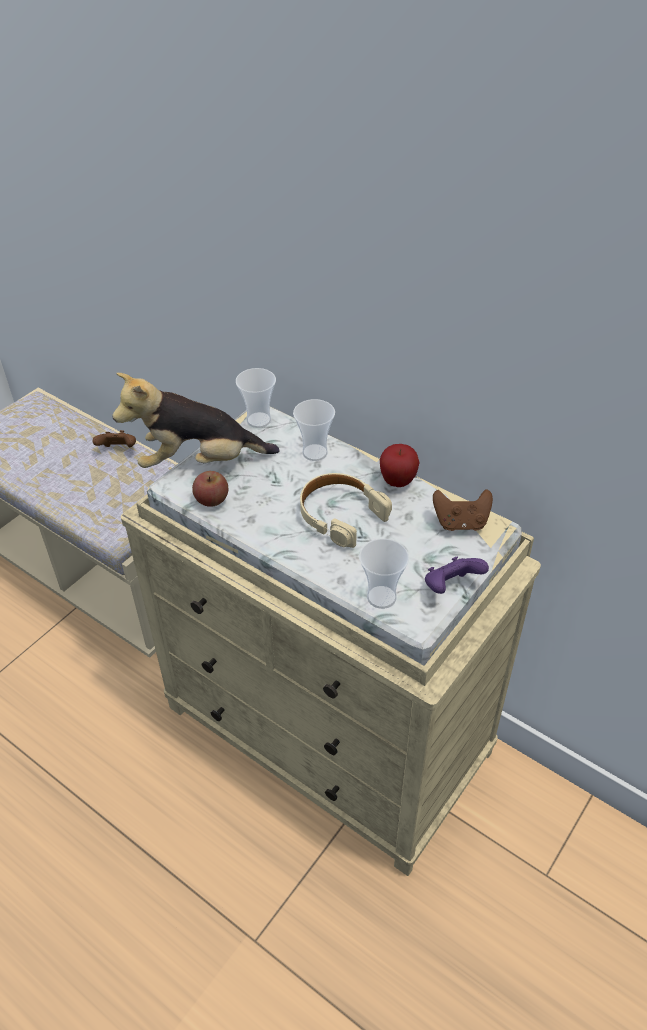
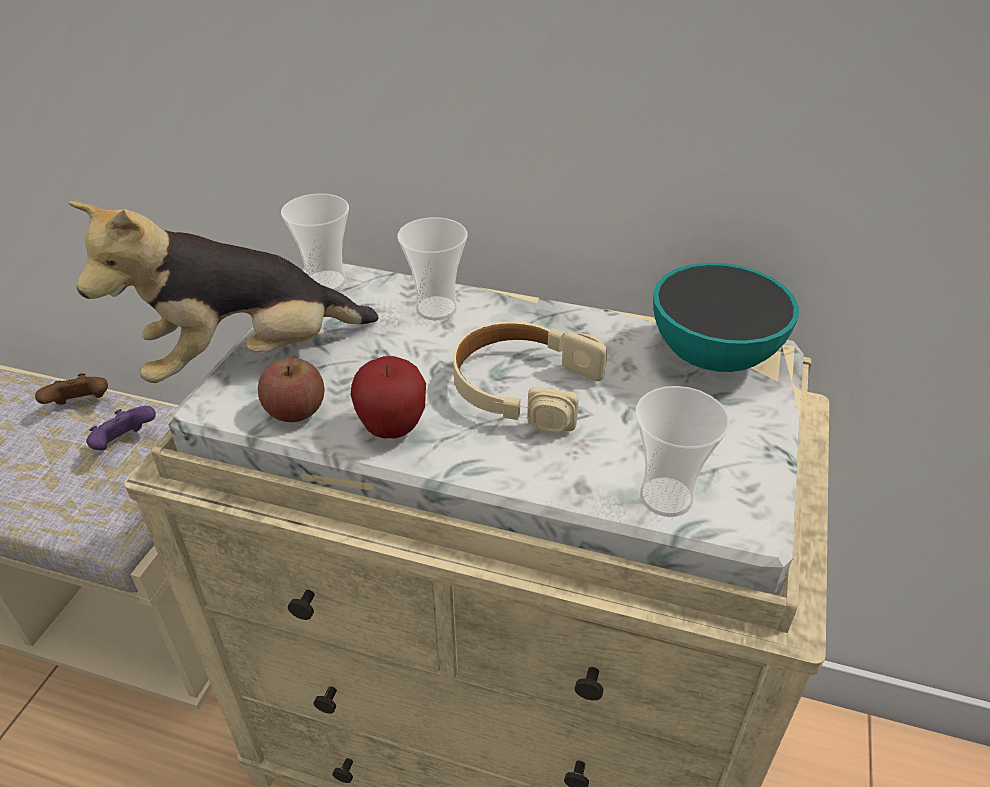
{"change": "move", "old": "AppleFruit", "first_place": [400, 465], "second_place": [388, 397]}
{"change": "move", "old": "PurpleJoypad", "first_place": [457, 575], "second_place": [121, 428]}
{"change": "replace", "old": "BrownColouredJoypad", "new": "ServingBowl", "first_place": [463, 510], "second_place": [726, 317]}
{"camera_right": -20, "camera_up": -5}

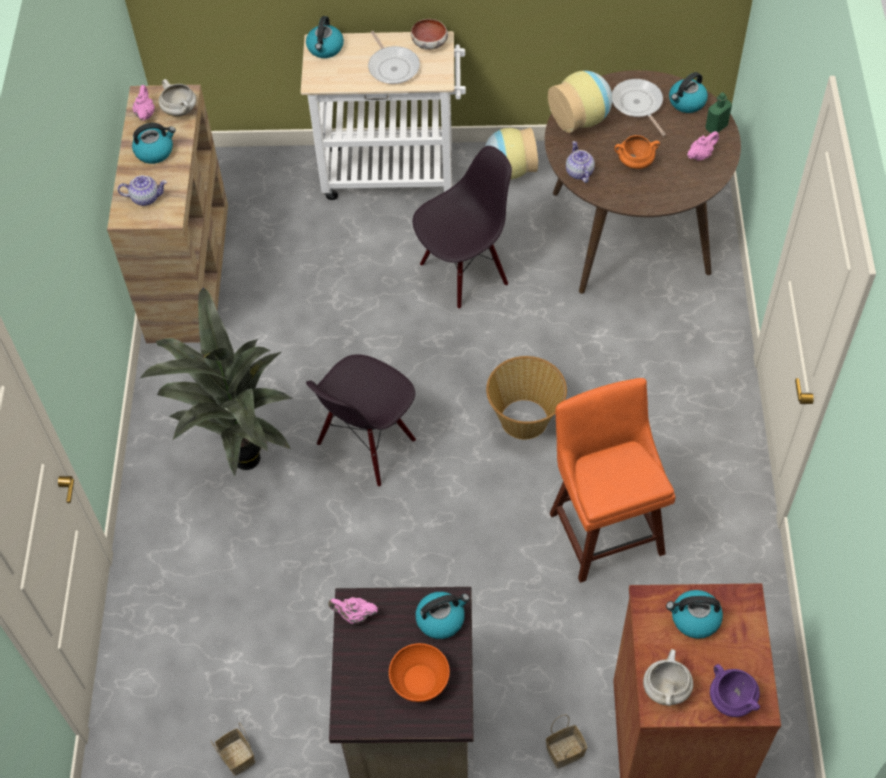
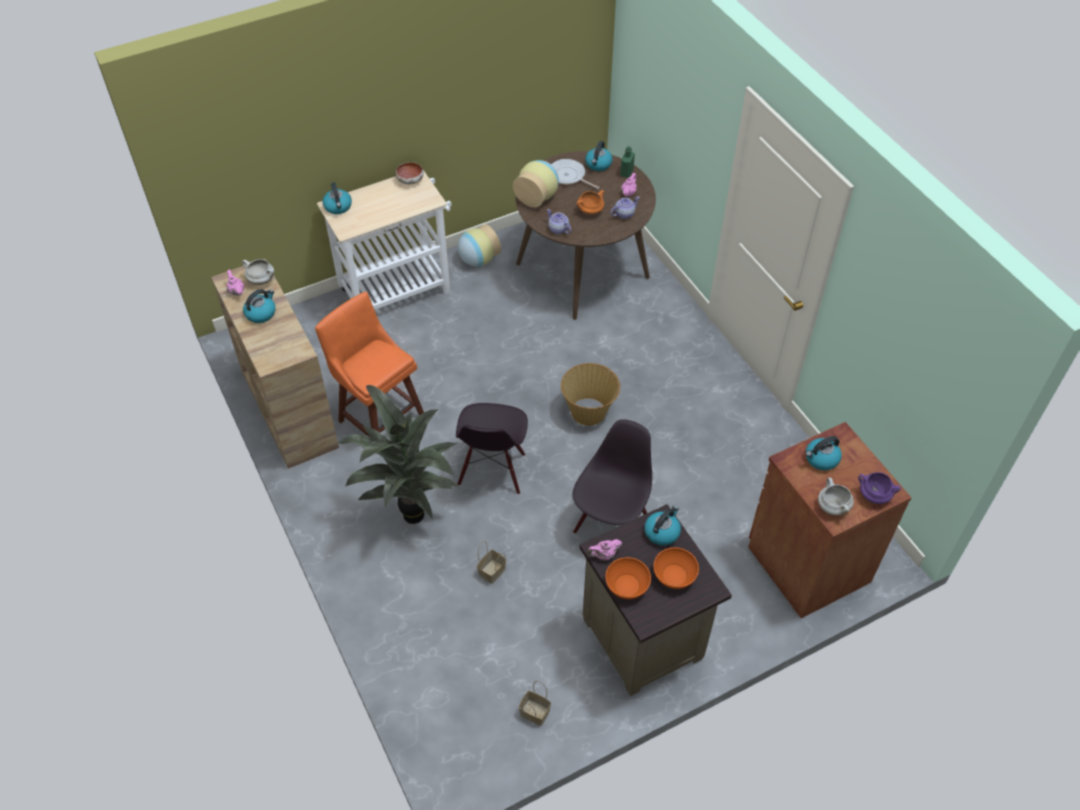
{"change": "delete", "old": "FryingPan", "first_place": [394, 57]}
{"change": "insert", "new": "OrangeyServingBowl", "second_place": [628, 578]}
{"change": "move", "old": "Teapot", "first_place": [142, 190], "second_place": [625, 207]}
{"change": "move", "old": "BlackishPlainChair", "first_place": [462, 227], "second_place": [612, 476]}
{"change": "move", "old": "StorageBasket", "first_place": [566, 742], "second_place": [491, 562]}
{"change": "move", "old": "OrangeyPlainChair", "first_place": [613, 480], "second_place": [369, 364]}
{"camera_right": -30, "camera_up": -5}

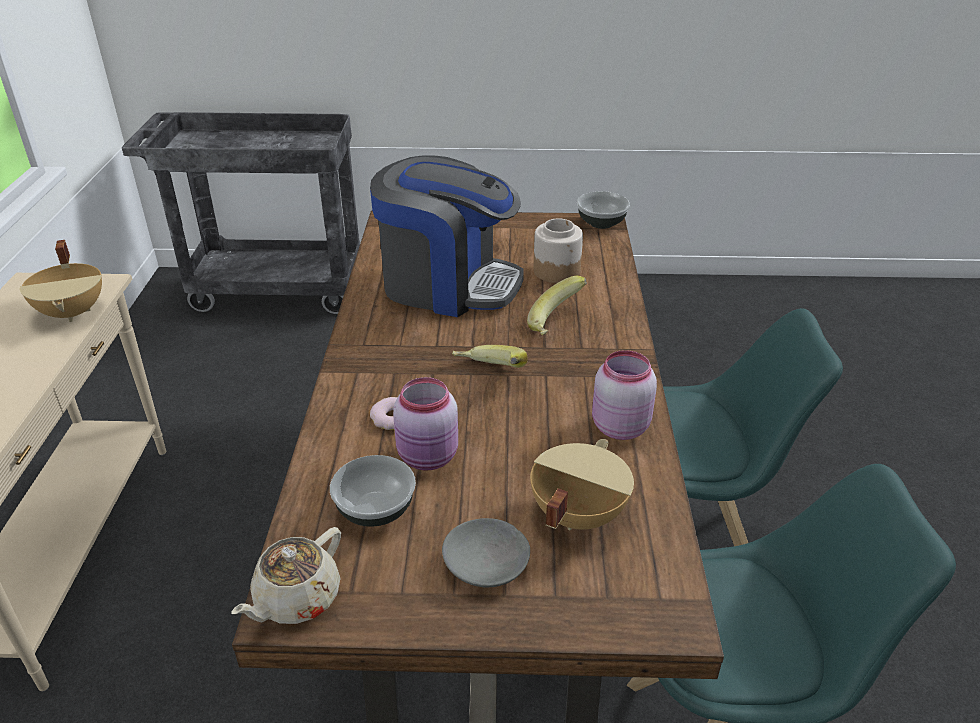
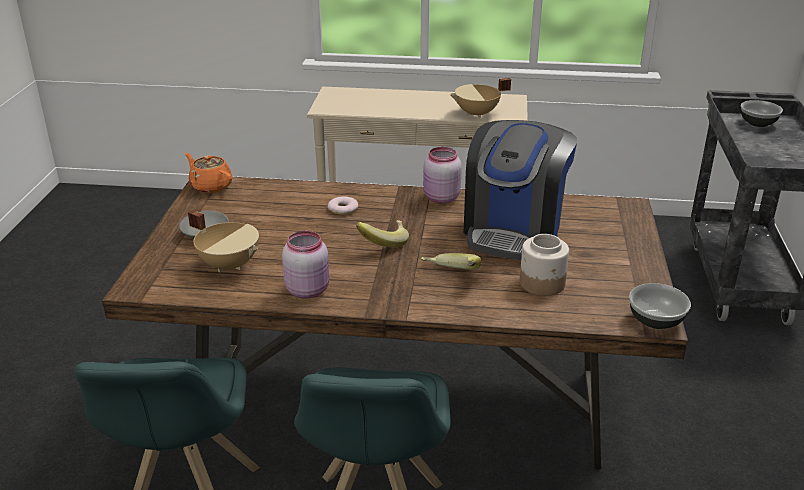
{"change": "move", "old": "ServingBowl", "first_place": [373, 491], "second_place": [762, 113]}
{"change": "move", "old": "PinkishStorageJar", "first_place": [425, 423], "second_place": [442, 175]}
{"change": "recolor", "old": "SandColouredTeapot", "new": "OrangeyTeapot", "first_place": [286, 575], "second_place": [208, 173]}
{"camera_right": 95, "camera_up": -5}

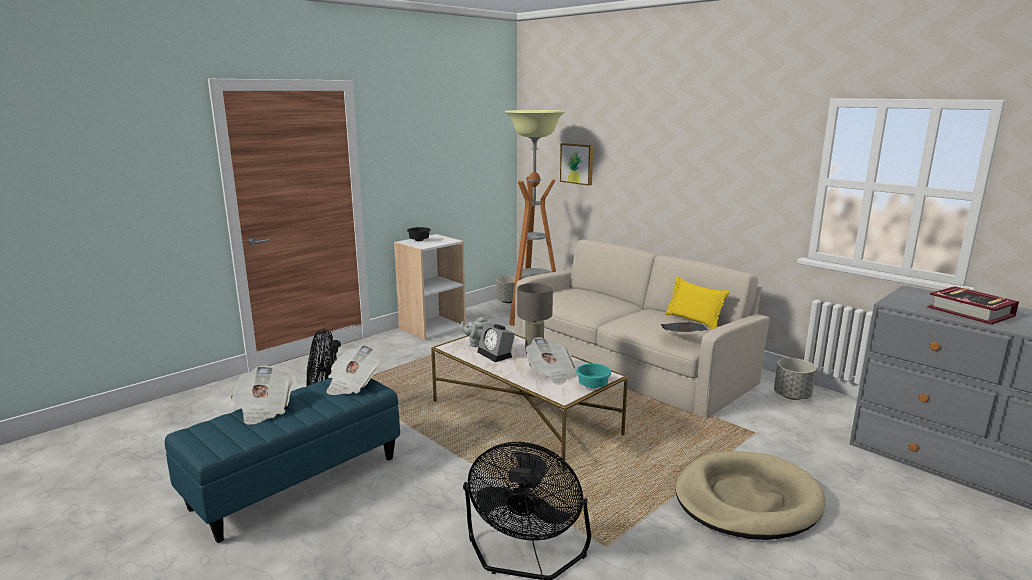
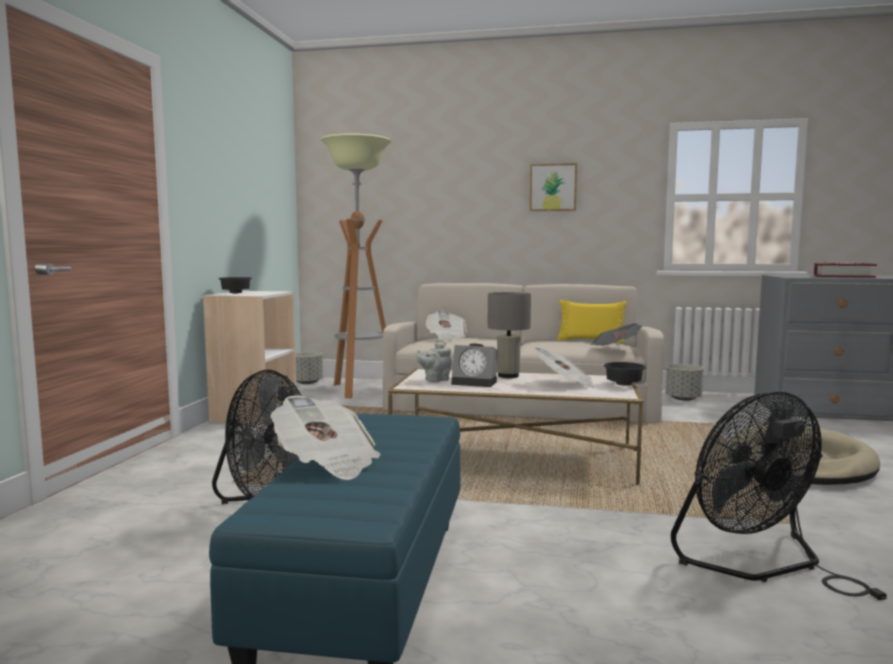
{"change": "move", "old": "DailyPaper", "first_place": [353, 370], "second_place": [445, 326]}
{"change": "move", "old": "WallArt", "first_place": [576, 164], "second_place": [553, 187]}
{"change": "recolor", "old": "BlueGreenServingBowl", "new": "BlackishServingBowl", "first_place": [593, 376], "second_place": [625, 374]}
{"camera_right": -35, "camera_up": -10}

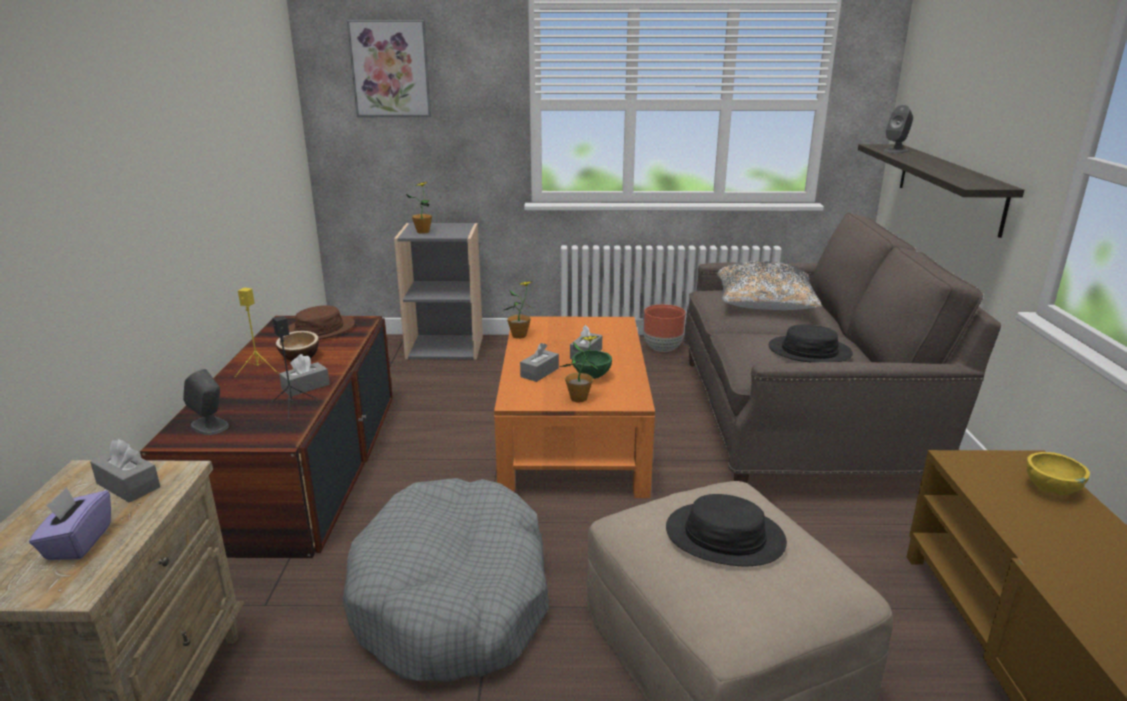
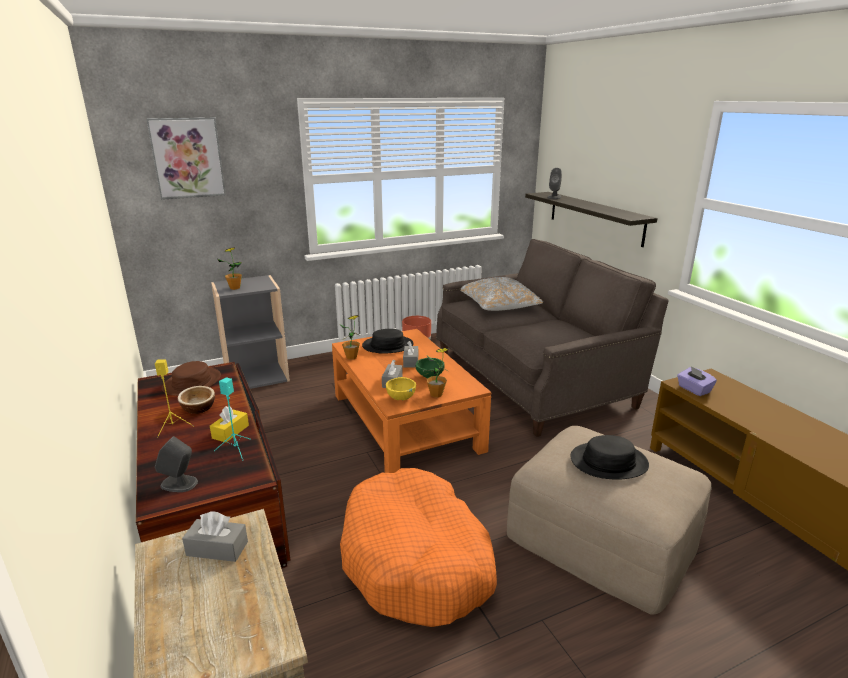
{"change": "move", "old": "PurpleBoxOfTissues", "first_place": [70, 523], "second_place": [697, 381]}
{"change": "move", "old": "BlackishWearableHat", "first_place": [811, 343], "second_place": [388, 341]}
{"change": "move", "old": "YellowColouredServingBowl", "first_place": [1058, 473], "second_place": [401, 388]}
{"change": "recolor", "old": "BlackishSpeaker", "new": "BlueGreenSpeaker", "first_place": [294, 367], "second_place": [232, 419]}
{"change": "recolor", "old": "GrayBoxOfTissues", "new": "YellowColouredBoxOfTissues", "first_place": [304, 375], "second_place": [229, 424]}
{"change": "recolor", "old": "GrayDogCushion", "new": "OrangeyDogCushion", "first_place": [445, 580], "second_place": [418, 547]}
{"camera_right": -25, "camera_up": 0}

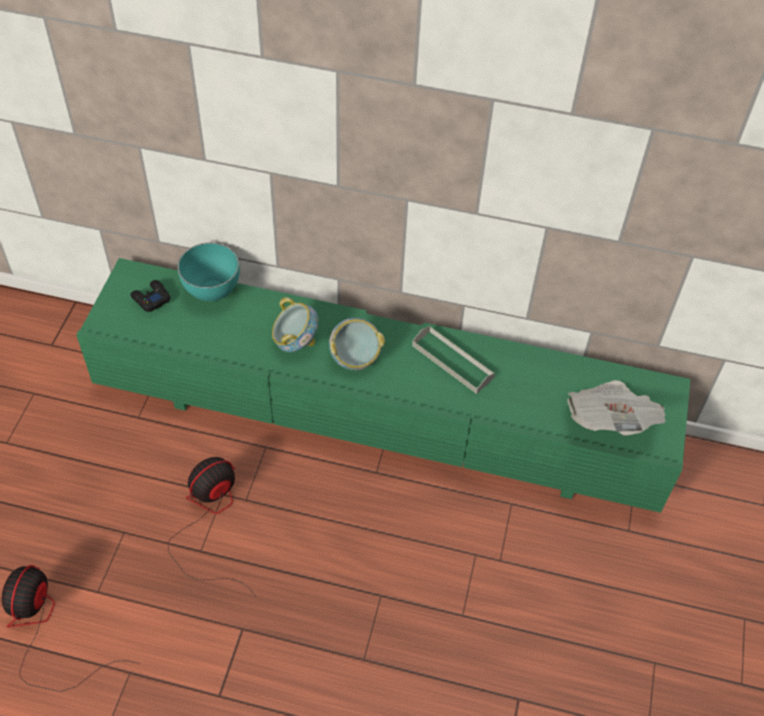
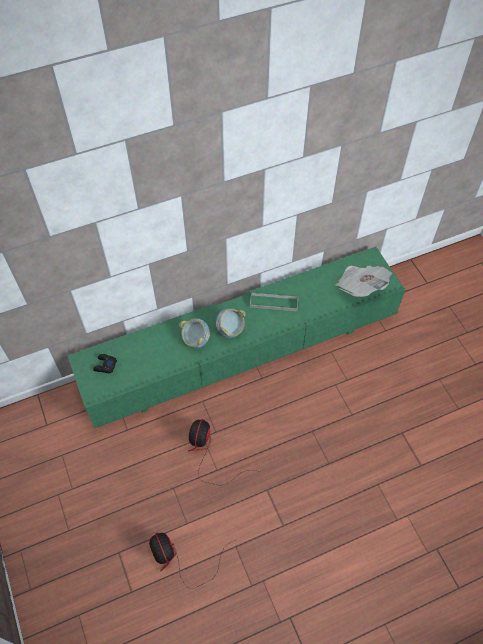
{"change": "delete", "old": "BlueGreenServingBowl", "first_place": [208, 272]}
{"camera_right": -35, "camera_up": 5}

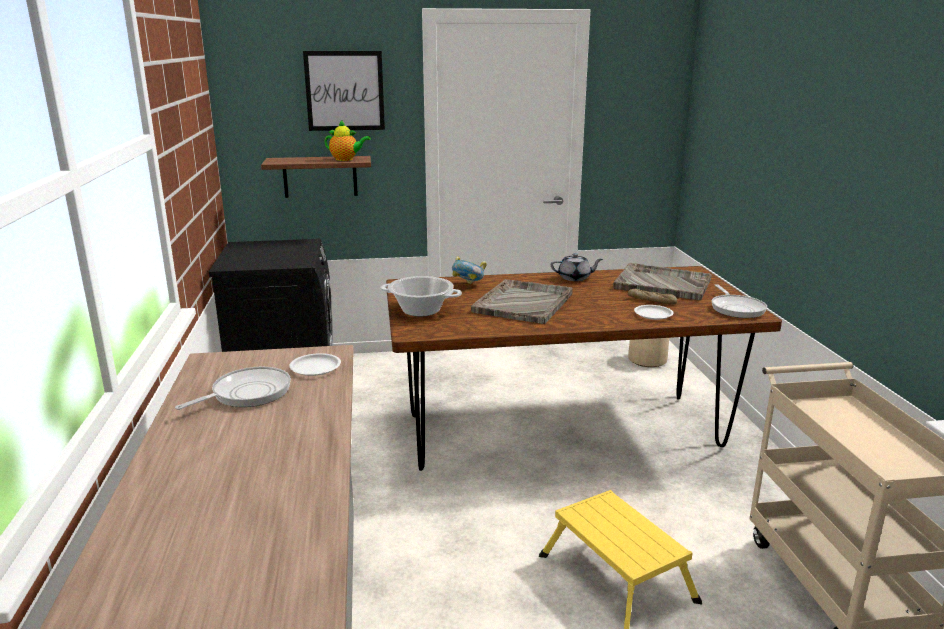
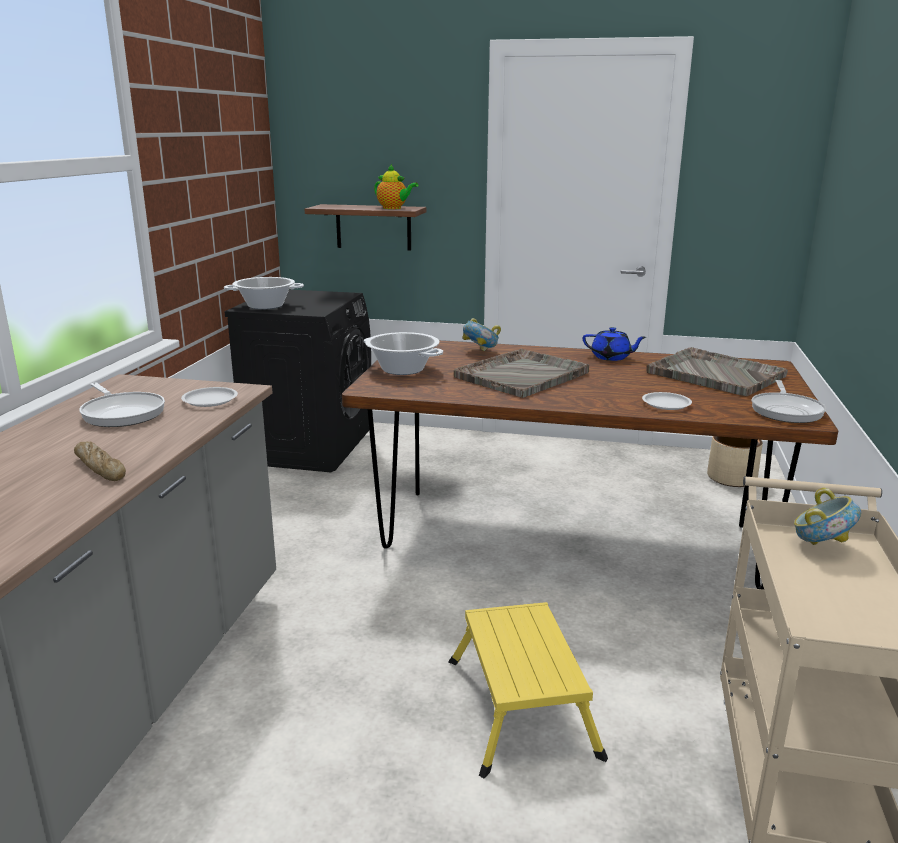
{"change": "delete", "old": "WallArt", "first_place": [344, 91]}
{"change": "insert", "new": "CookingPot", "second_place": [264, 293]}
{"change": "insert", "new": "ServingBowl", "second_place": [827, 516]}
{"change": "move", "old": "BakedBread", "first_place": [652, 296], "second_place": [100, 461]}
{"change": "recolor", "old": "GrayTeapot", "new": "BluishTeapot", "first_place": [577, 267], "second_place": [614, 344]}
{"change": "rotate", "old": "FryingPan", "first_place": [233, 388], "second_place": [122, 405], "degrees": 75}
{"camera_right": 20, "camera_up": 0}

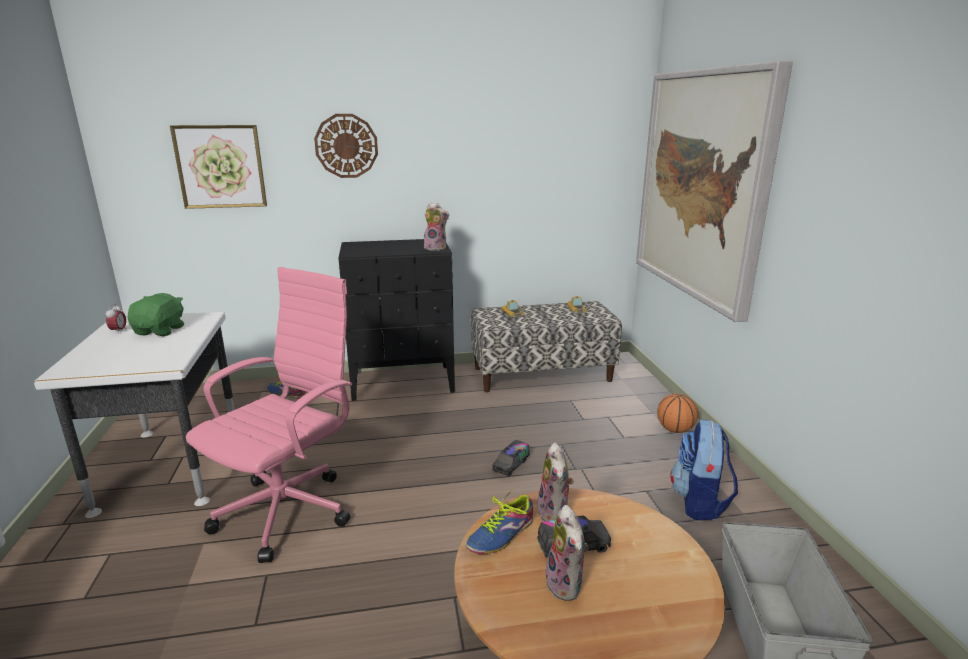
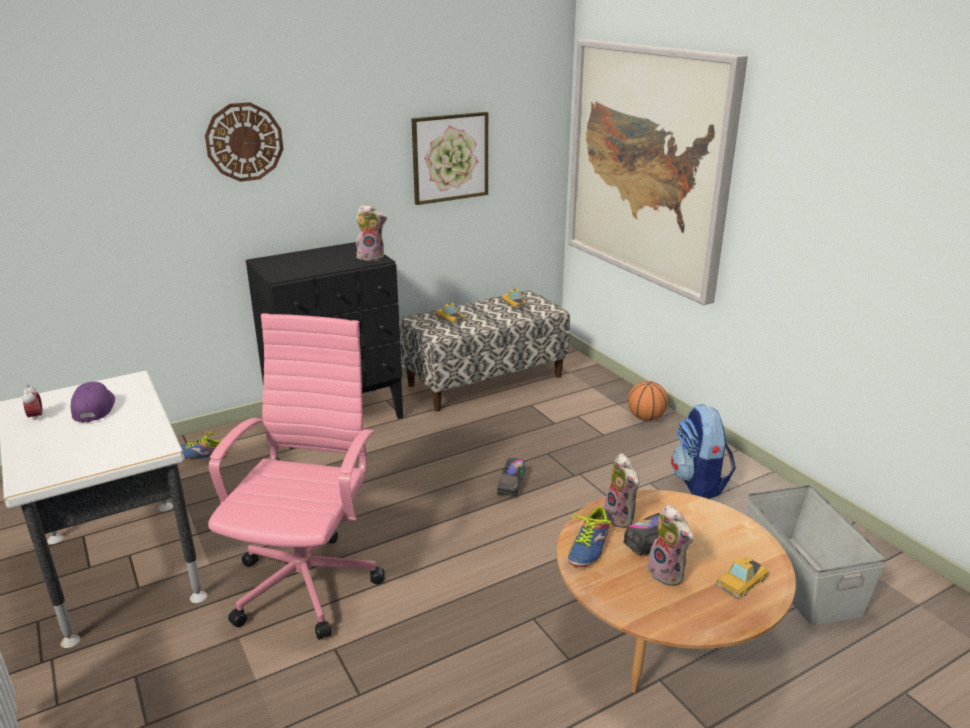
{"change": "insert", "new": "ToyCar", "second_place": [742, 578]}
{"change": "move", "old": "WallArt", "first_place": [218, 167], "second_place": [449, 158]}
{"change": "replace", "old": "GreenColouredCuddlyToy", "new": "PurpleCap", "first_place": [156, 314], "second_place": [93, 402]}
{"camera_right": -20, "camera_up": 5}

